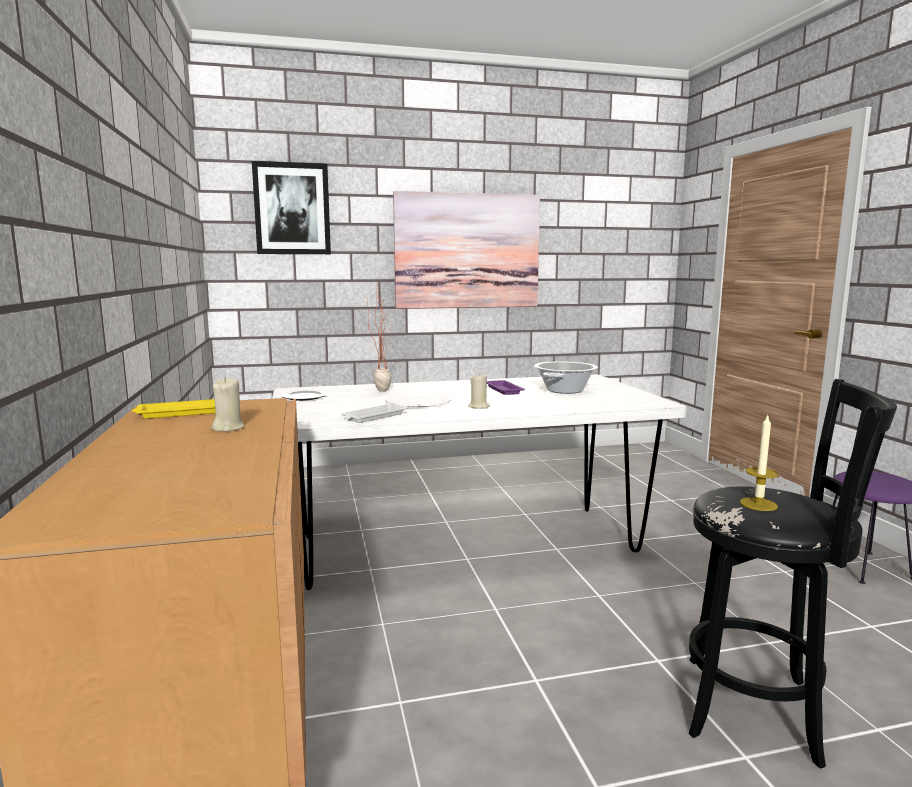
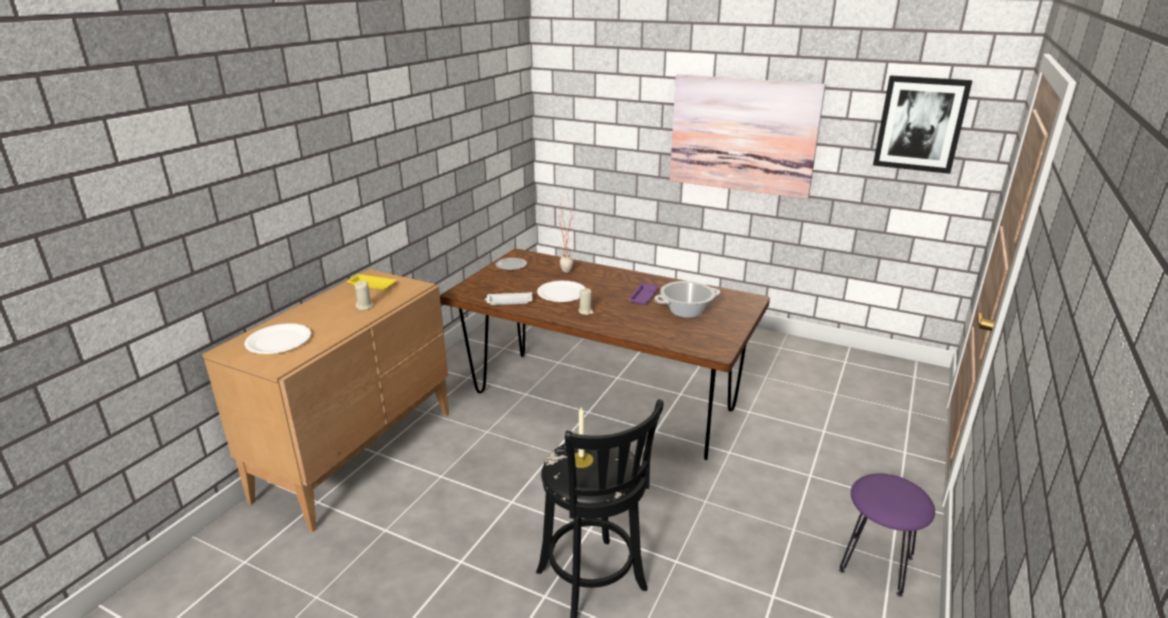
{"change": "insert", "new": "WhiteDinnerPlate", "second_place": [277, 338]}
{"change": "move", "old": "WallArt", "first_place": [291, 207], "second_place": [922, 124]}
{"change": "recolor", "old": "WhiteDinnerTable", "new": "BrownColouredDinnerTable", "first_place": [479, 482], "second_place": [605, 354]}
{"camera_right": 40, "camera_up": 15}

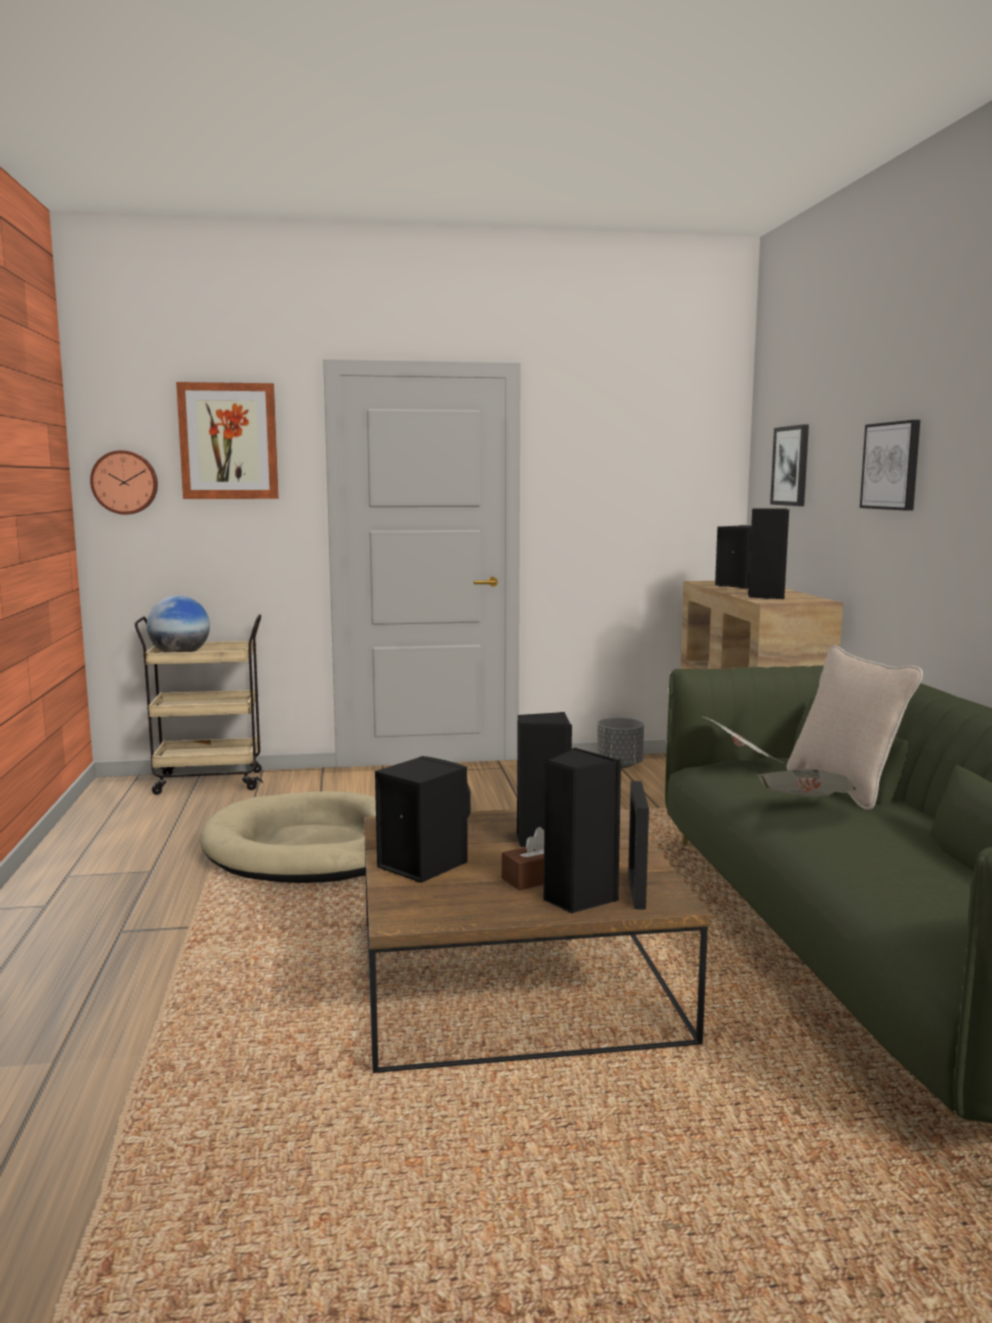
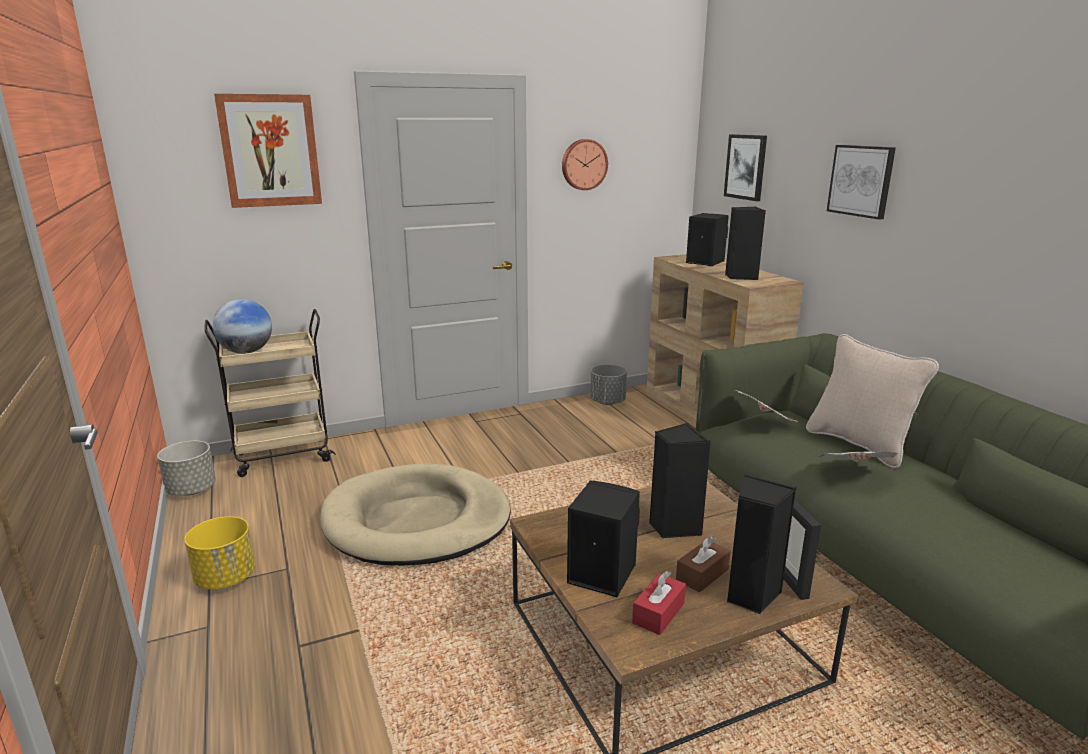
{"change": "insert", "new": "GrayPlanter", "second_place": [186, 468]}
{"change": "insert", "new": "YellowColouredPlanter", "second_place": [220, 552]}
{"change": "insert", "new": "ReddishBoxOfTissues", "second_place": [659, 603]}
{"change": "move", "old": "ClockOnTheWall", "first_place": [124, 482], "second_place": [585, 164]}
{"camera_right": -15, "camera_up": 10}

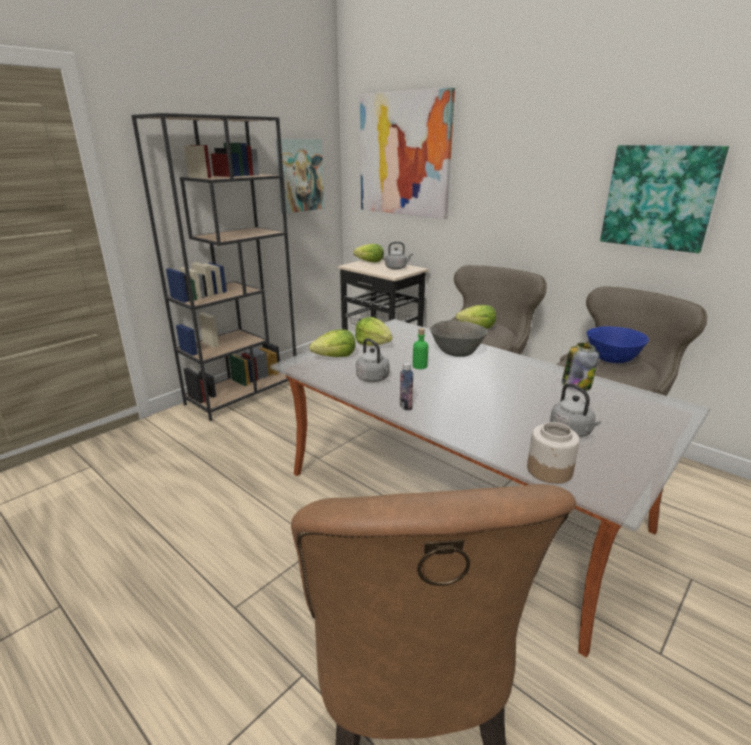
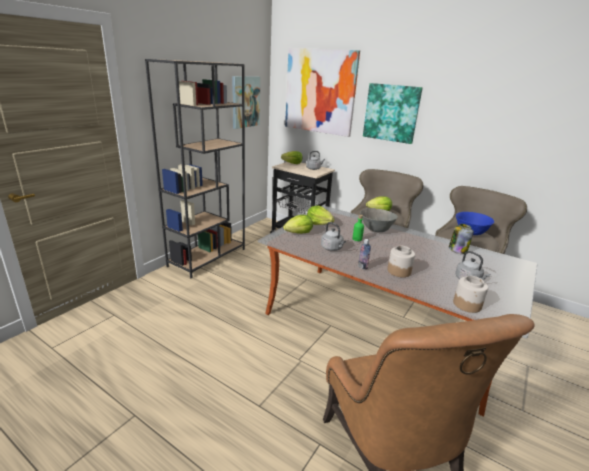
{"change": "insert", "new": "StorageJar", "second_place": [401, 261]}
{"change": "move", "old": "WallArt", "first_place": [664, 199], "second_place": [393, 113]}
{"camera_right": -10, "camera_up": 0}

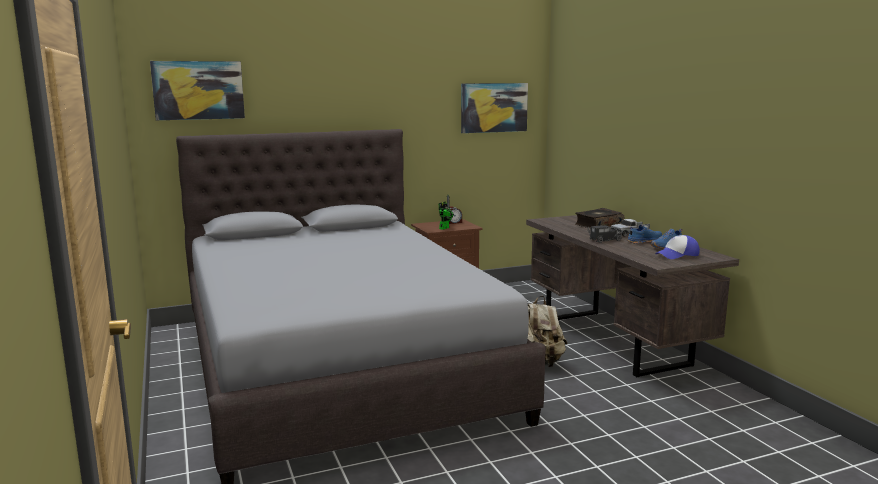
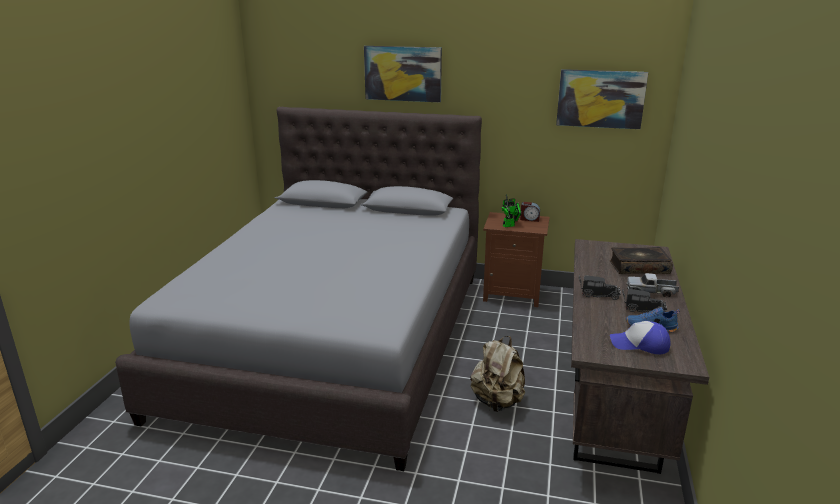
{"change": "move", "old": "WallArt", "first_place": [197, 90], "second_place": [403, 74]}
{"change": "replace", "old": "BluishItemOfFootwear", "new": "ToyLorry", "first_place": [644, 234], "second_place": [644, 300]}
{"camera_right": 35, "camera_up": 10}

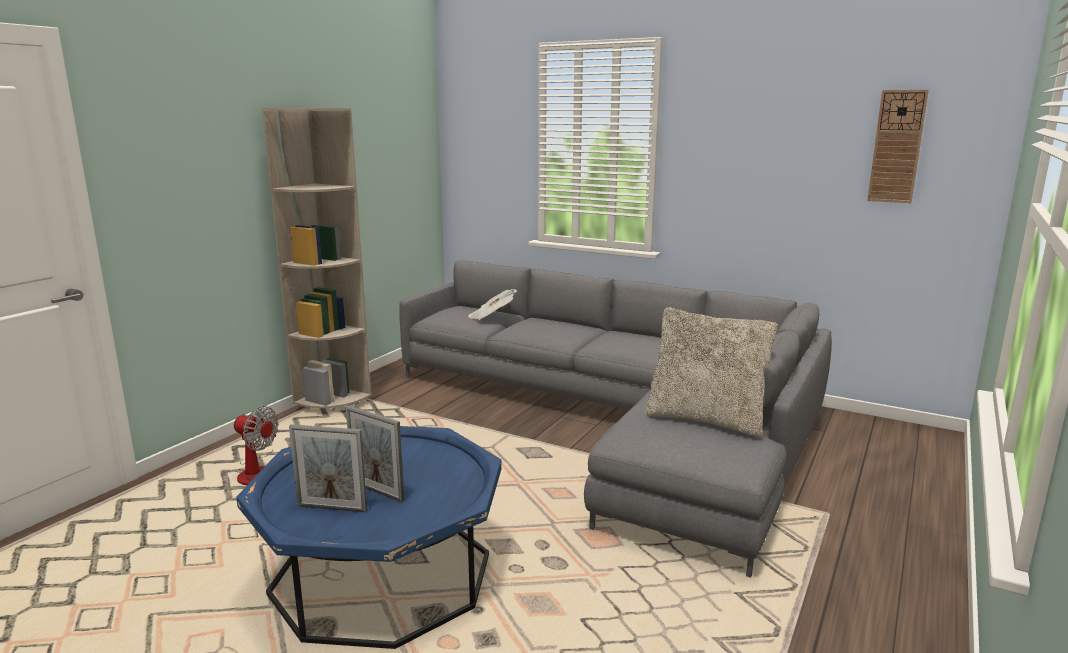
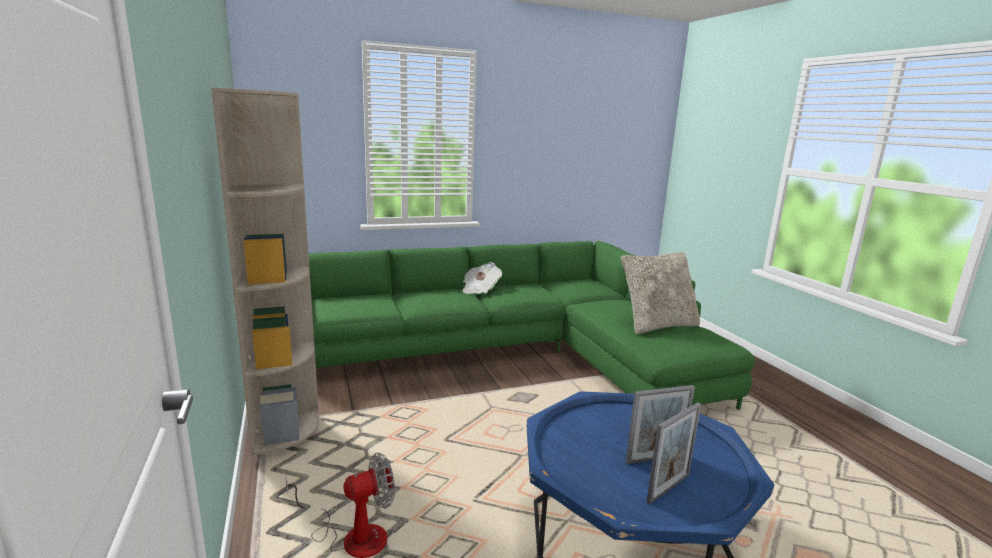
{"change": "delete", "old": "ClockOnTheWall", "first_place": [898, 146]}
{"change": "move", "old": "DailyPaper", "first_place": [492, 304], "second_place": [482, 278]}
{"change": "recolor", "old": "GrayCouch", "new": "GreenColouredCouch", "first_place": [615, 419], "second_place": [532, 325]}
{"camera_right": -50, "camera_up": 0}

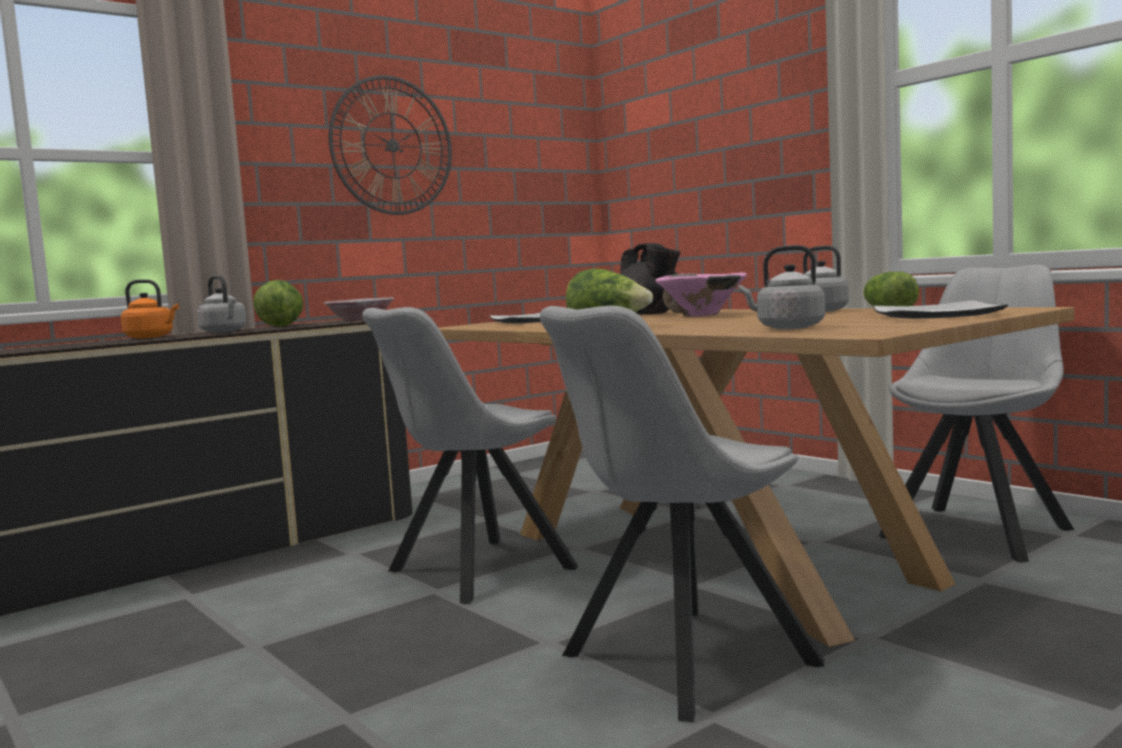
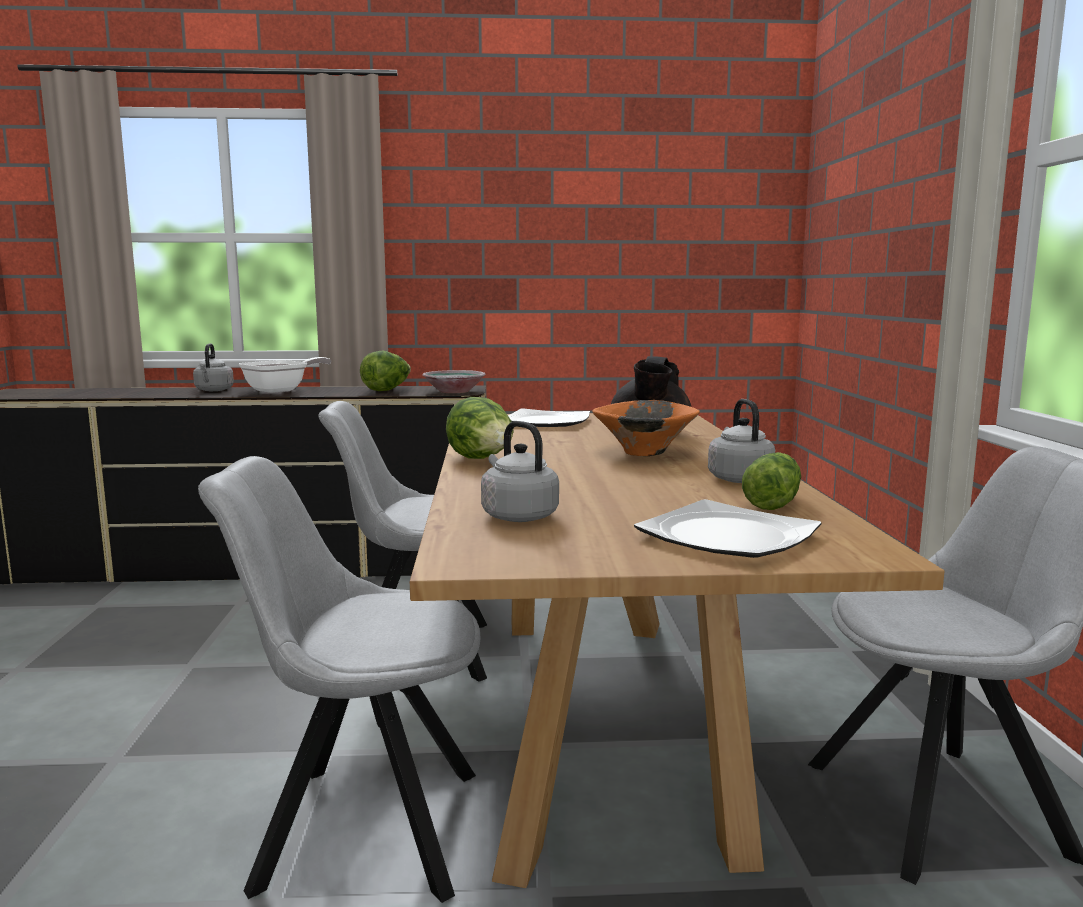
{"change": "delete", "old": "ClockOnTheWall", "first_place": [390, 145]}
{"change": "move", "old": "GrayKettle", "first_place": [222, 304], "second_place": [213, 367]}
{"change": "replace", "old": "OrangeyKettle", "new": "FryingPan", "first_place": [150, 309], "second_place": [285, 375]}
{"change": "recolor", "old": "PinkishServingBowl", "new": "OrangeyServingBowl", "first_place": [701, 295], "second_place": [646, 428]}
{"camera_right": 35, "camera_up": 5}

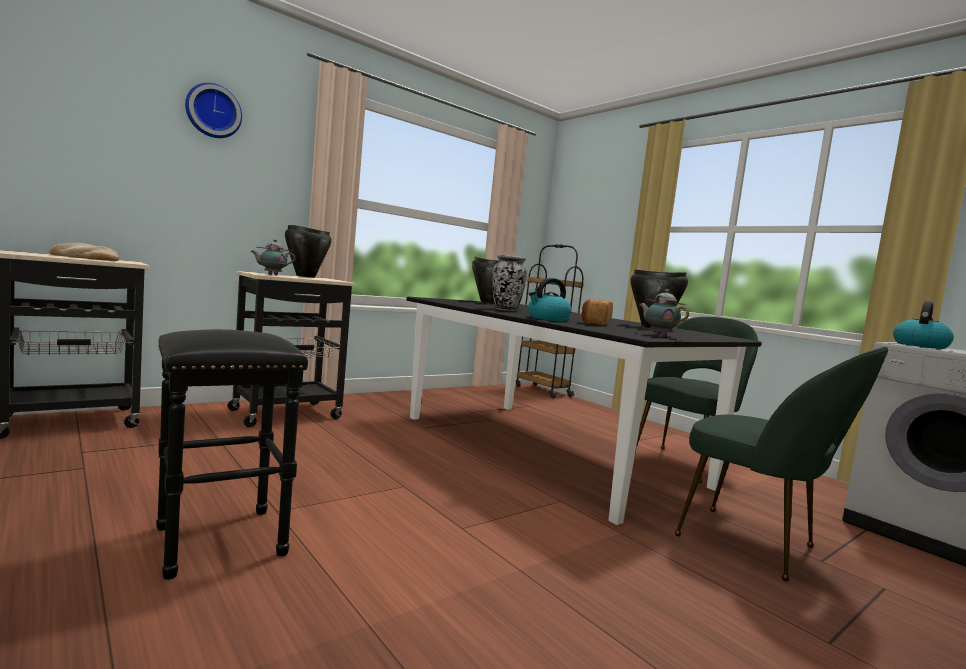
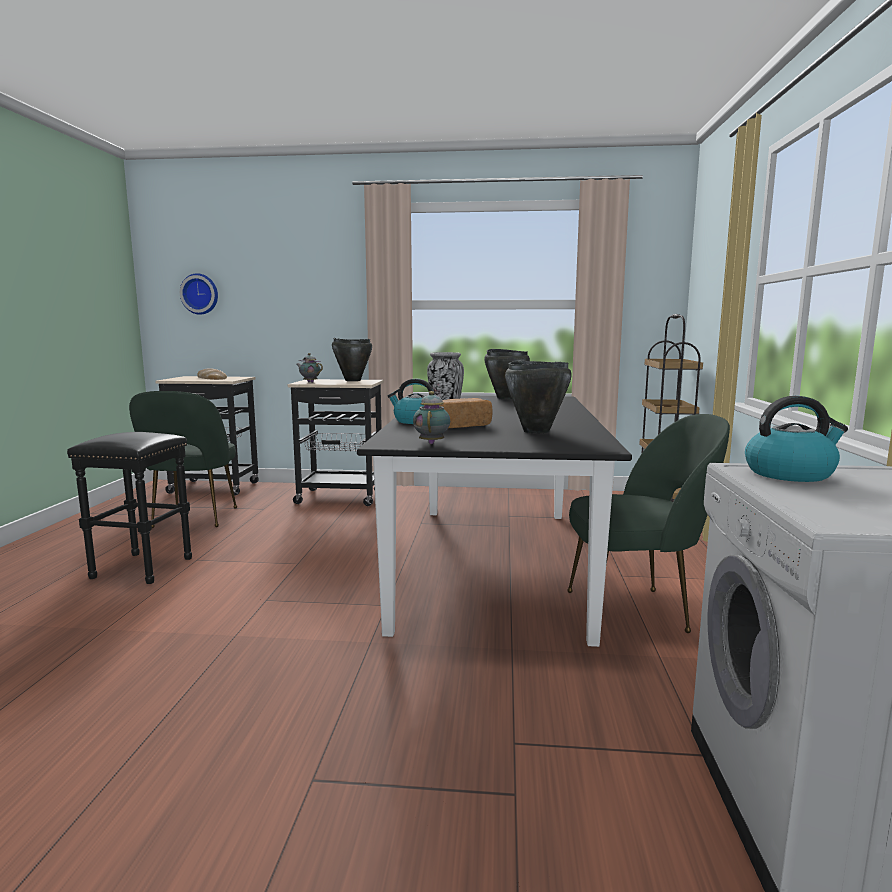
{"change": "move", "old": "ClockOnTheWall", "first_place": [213, 110], "second_place": [199, 294]}
{"change": "move", "old": "GreenColouredPlainChair", "first_place": [781, 464], "second_place": [183, 459]}
{"camera_right": 45, "camera_up": 5}

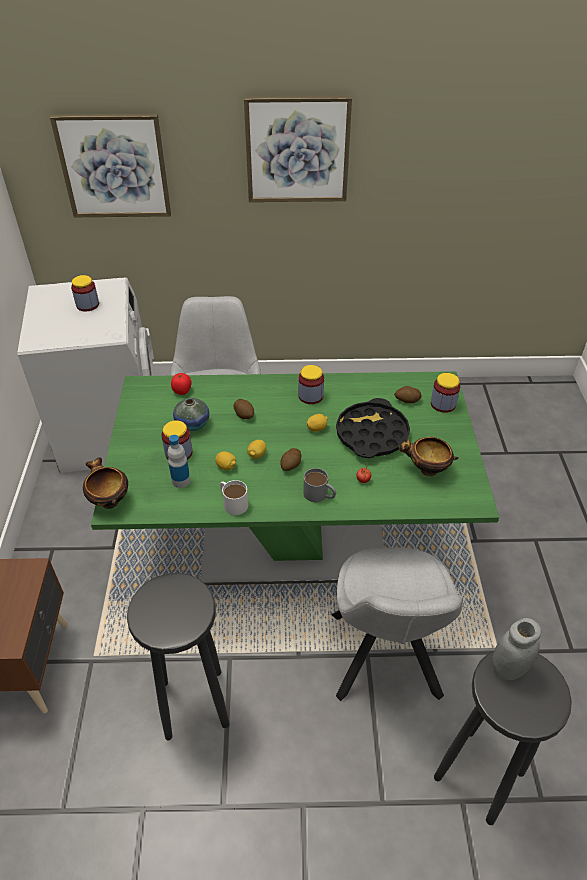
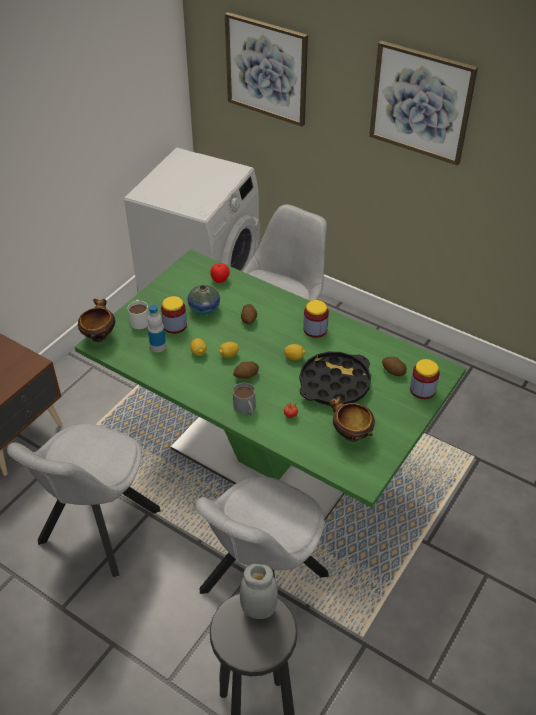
{"change": "delete", "old": "StorageJar", "first_place": [85, 293]}
{"change": "move", "old": "WhiteMug", "first_place": [234, 497], "second_place": [138, 314]}
{"change": "replace", "old": "BlackishSittingStool", "new": "GrayPlainChair", "first_place": [178, 656], "second_place": [84, 500]}
{"camera_right": 35, "camera_up": 0}

